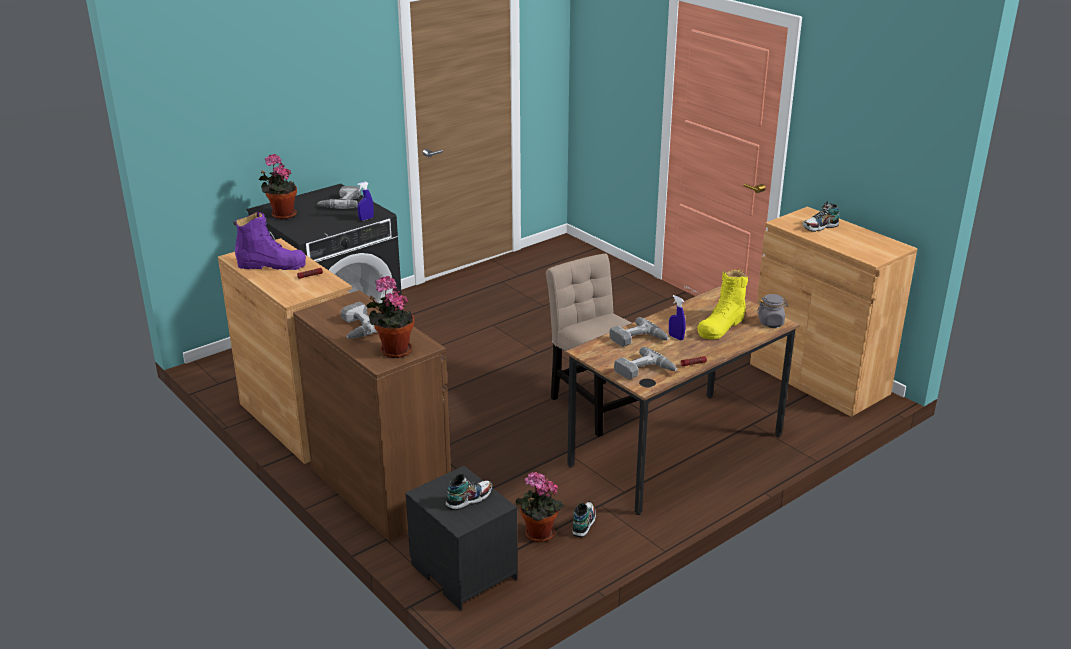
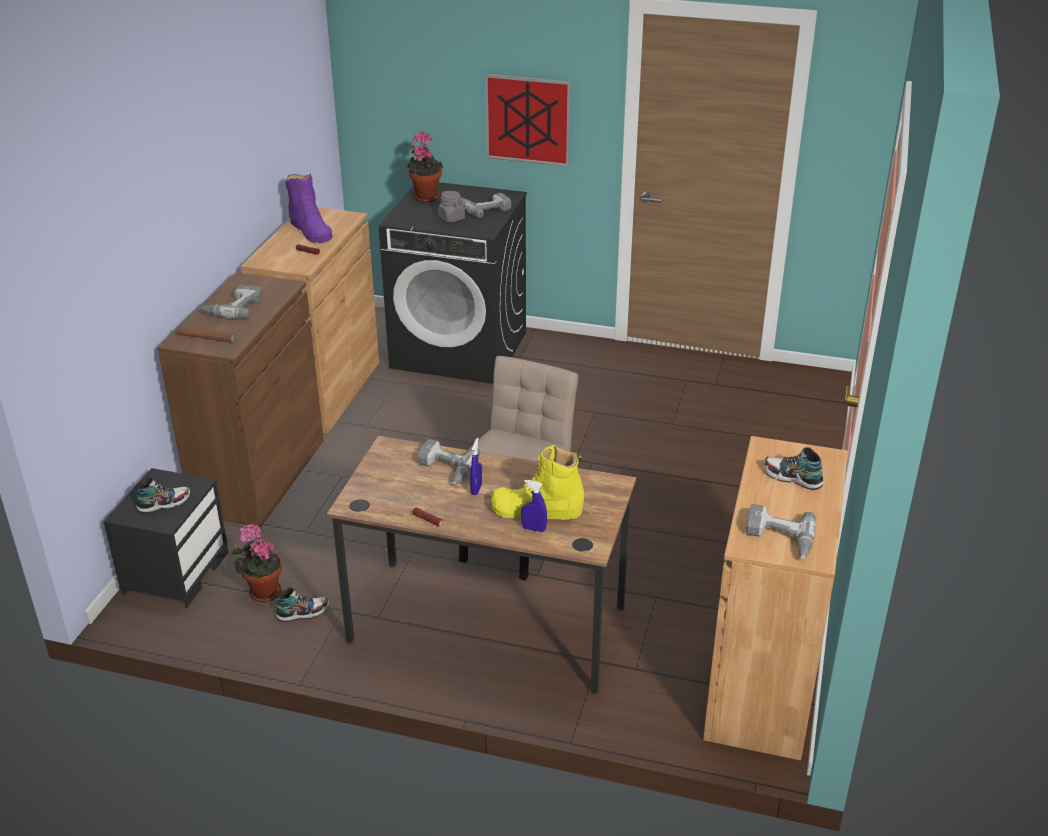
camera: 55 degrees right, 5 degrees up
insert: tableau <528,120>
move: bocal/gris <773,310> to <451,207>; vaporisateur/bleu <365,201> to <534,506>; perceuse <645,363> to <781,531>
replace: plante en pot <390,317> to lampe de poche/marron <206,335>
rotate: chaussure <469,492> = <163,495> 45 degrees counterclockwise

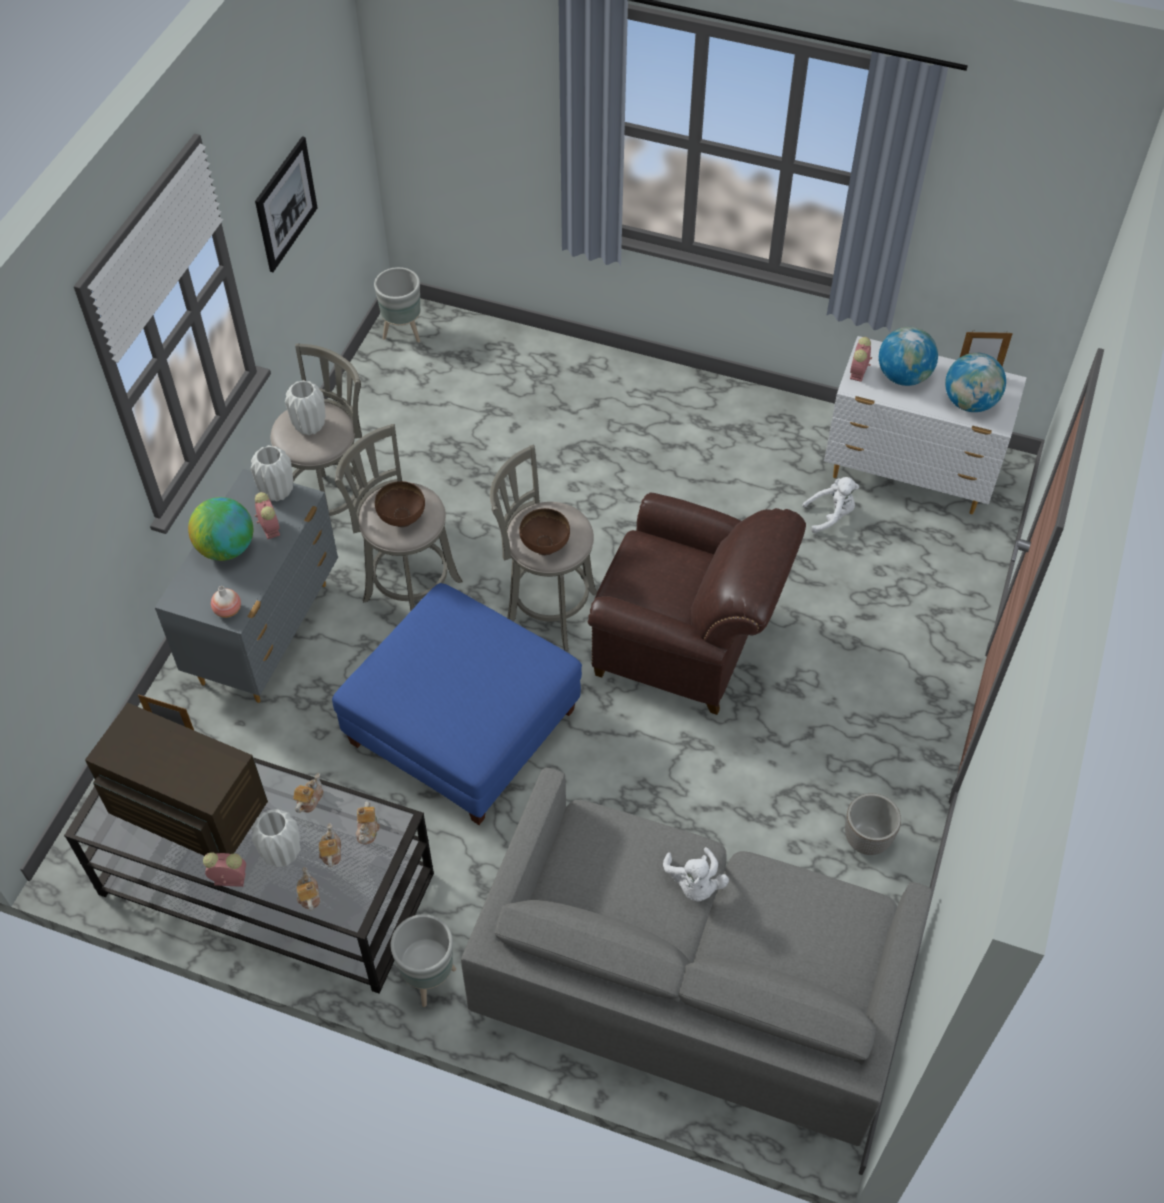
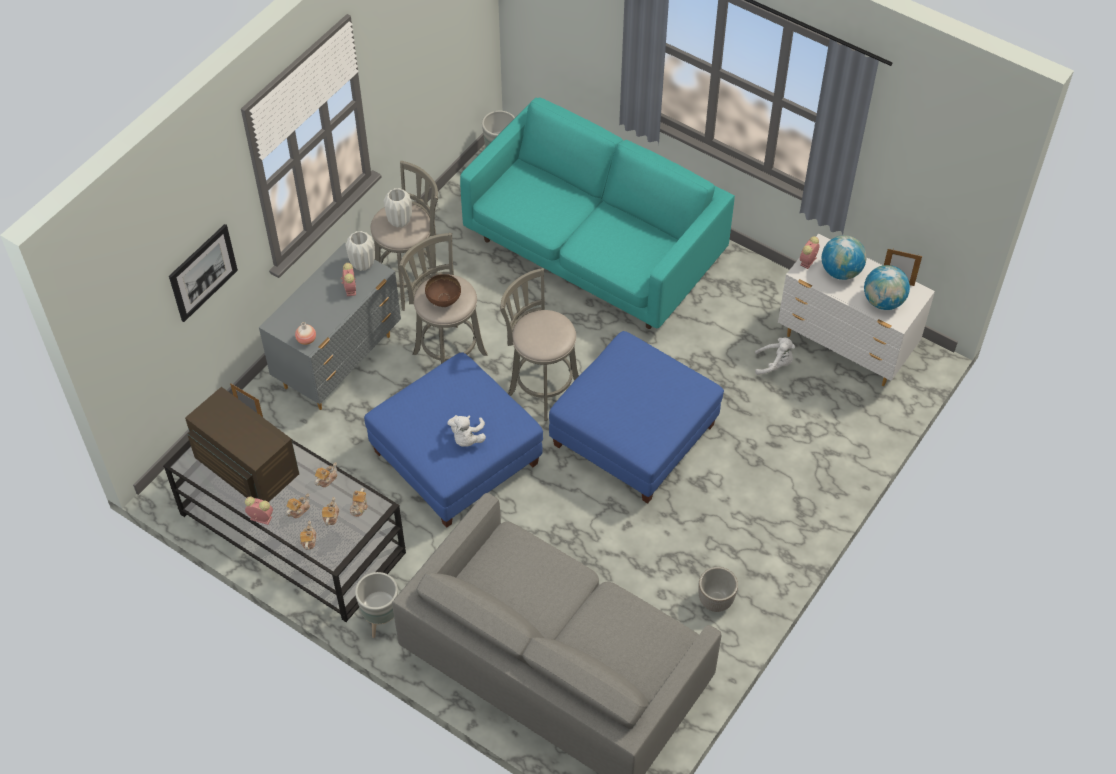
camera: 15 degrees right, 0 degrees up
delete: globe <220,529>; bol/marron <544,531>
insert: canapé/turquoise <597,213>
move: tableau <286,204> to <203,273>; peluche/blanc <696,874> to <467,431>
replace: vase/blanc <276,838> to théière <298,506>; fauteuil/marron <697,604> to pouf/bleu <636,417>

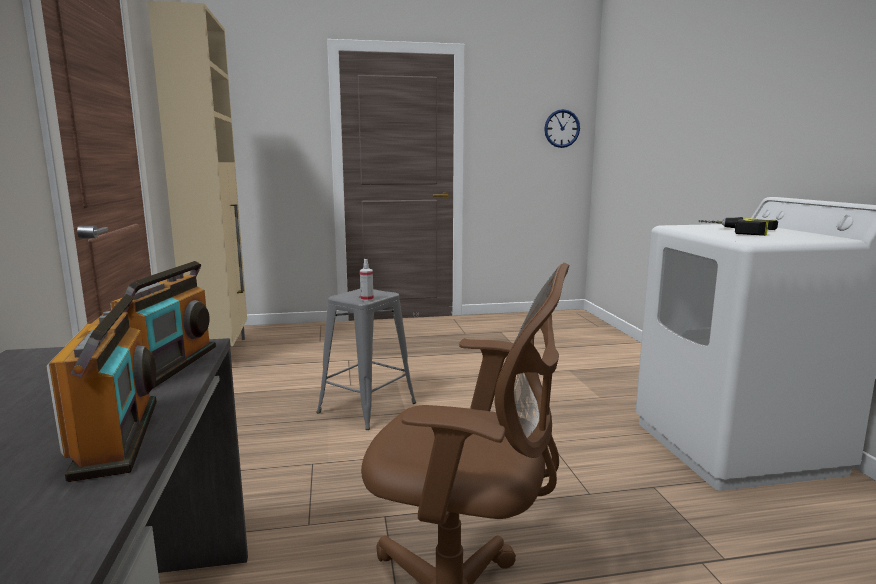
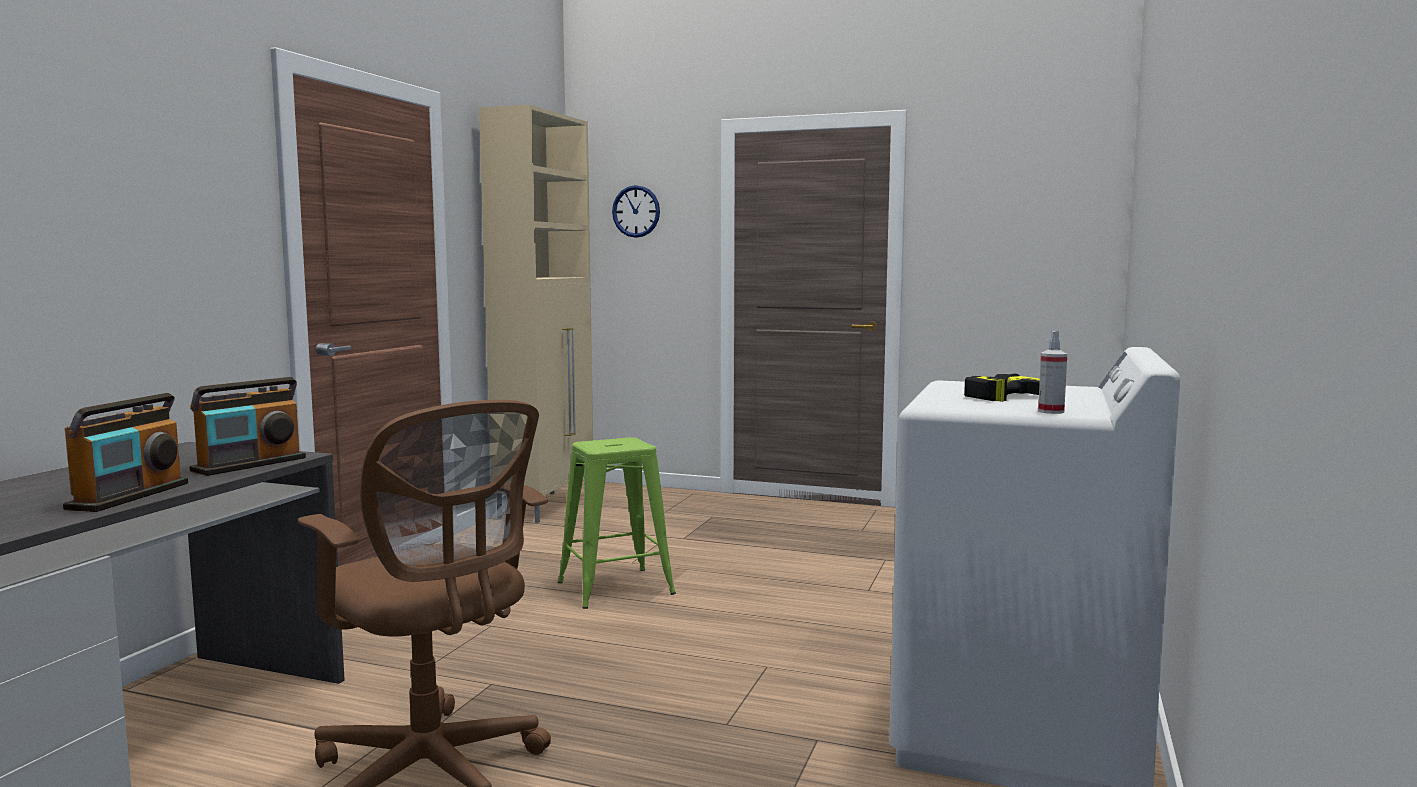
camera: 30 degrees right, 5 degrees down
move: horloge murale <562,128> to <636,211>; vaporisateur <367,280> to <1052,372>
recolor: tabouret/gris <366,359> to tabouret/vert <617,523>

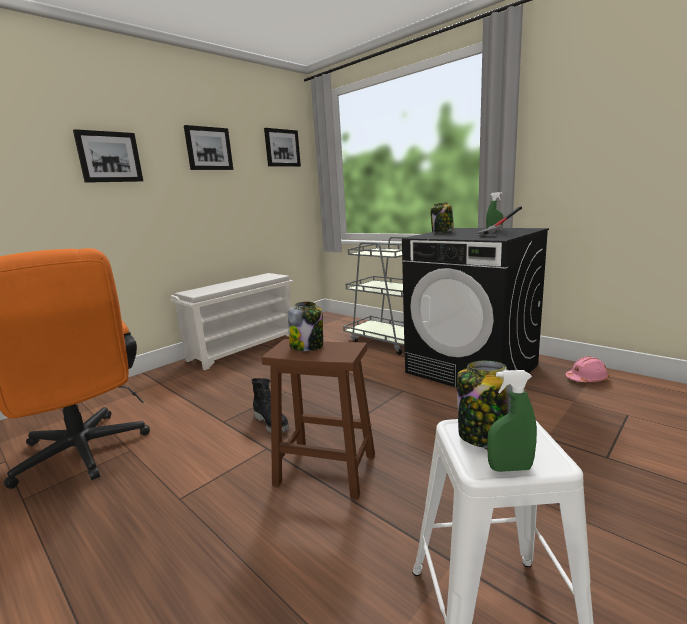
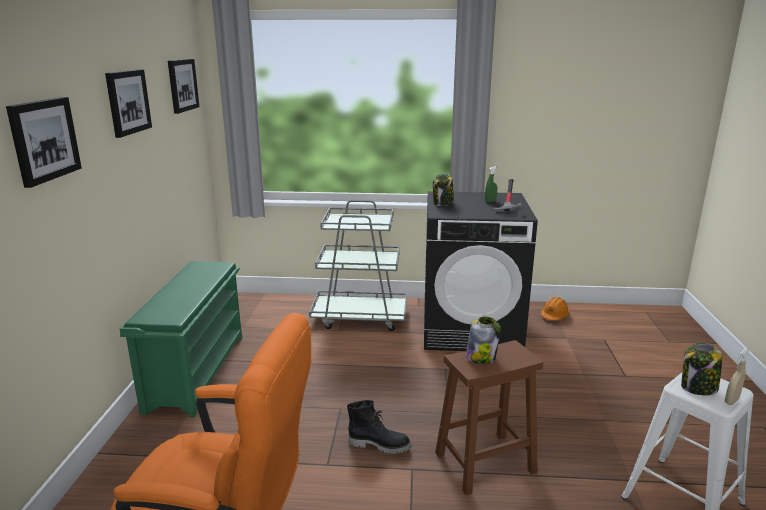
camera: 40 degrees left, 5 degrees up
recolor: étagère à chaussures/blanc <231,321> to étagère à chaussures/vert <181,339>; casque de chantier/rose <587,369> to casque de chantier/orange <555,309>; vaporisateur/vert <512,421> to vaporisateur/beige <737,376>

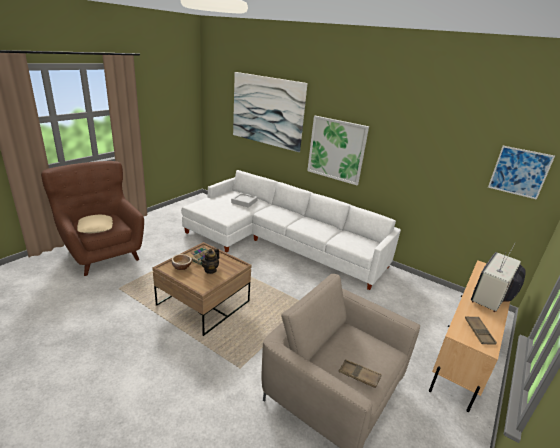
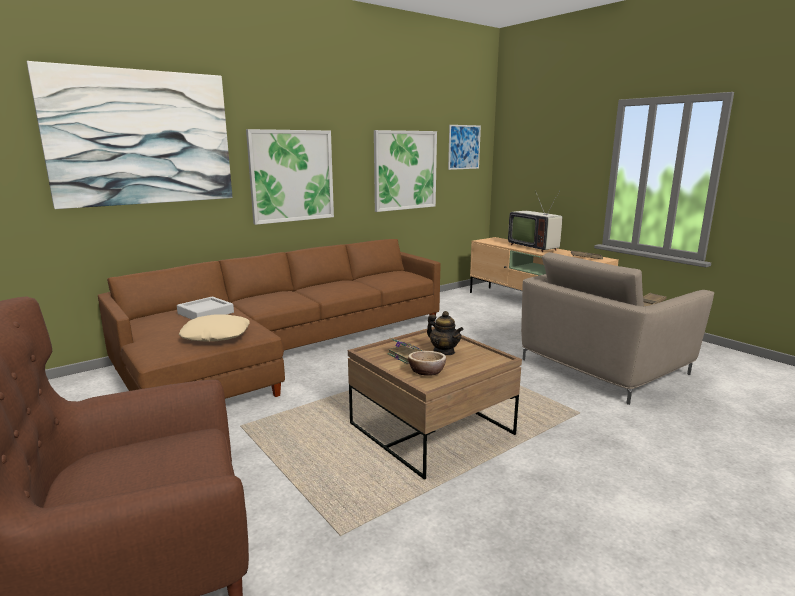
camera: 70 degrees left, 10 degrees down
insert: tableau <405,171>
move: coussin/beige <95,224> to <214,328>
recolor: canapé/blanc <291,230> to canapé/marron <269,319>

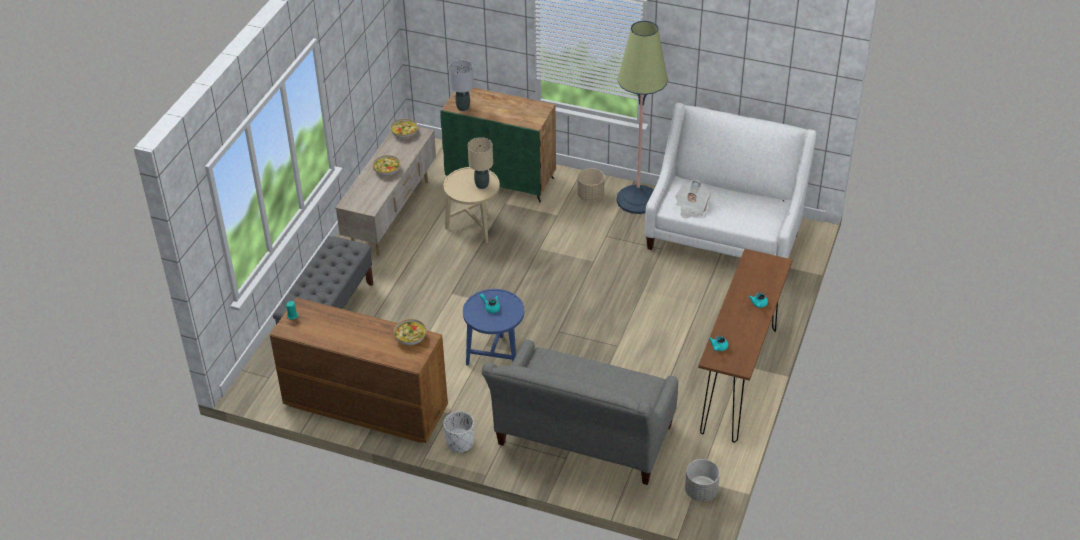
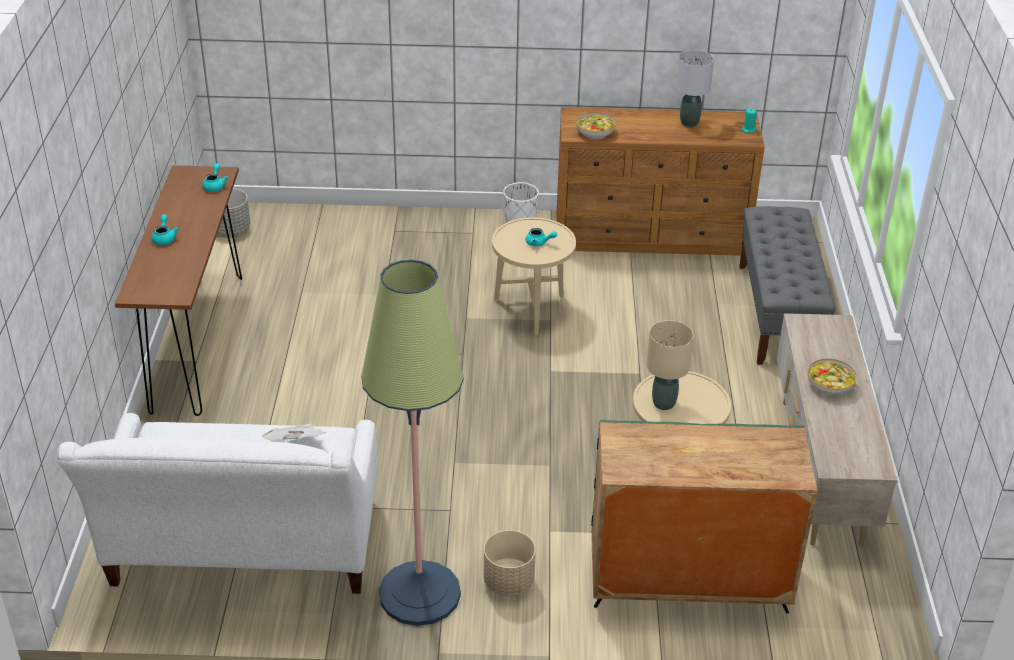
camera: 160 degrees right, 5 degrees down
delete: bol <404,129>; canapé/gris <580,412>
move: lampe de table/gris <461,85> to <695,88>
recolor: table d'appoint/bleu <493,327> to table d'appoint/beige <534,276>

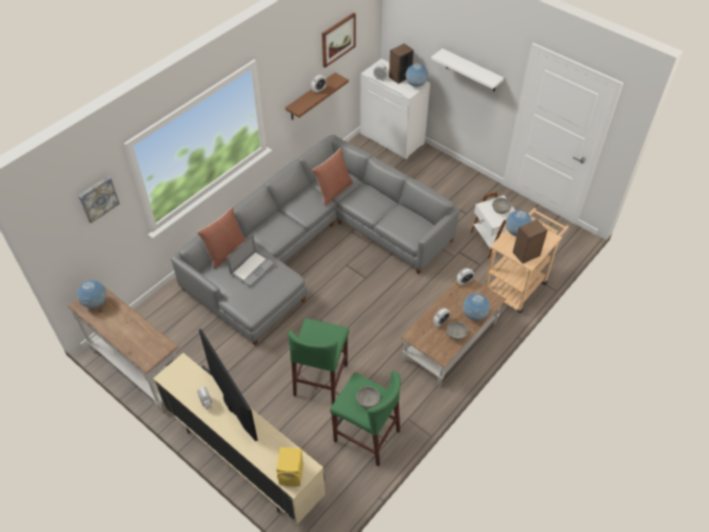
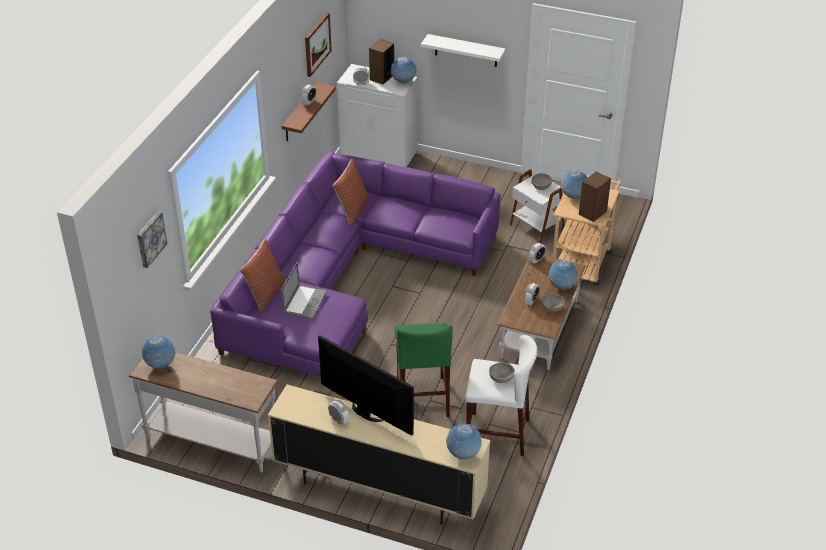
camera: 20 degrees left, 10 degrees down
replace: enceinte/jaune <289,467> to globe <464,442>
recolor: canapé/gris <315,240> to canapé/violet <355,264>; tabouret/vert <365,418> to tabouret/blanc <501,395>

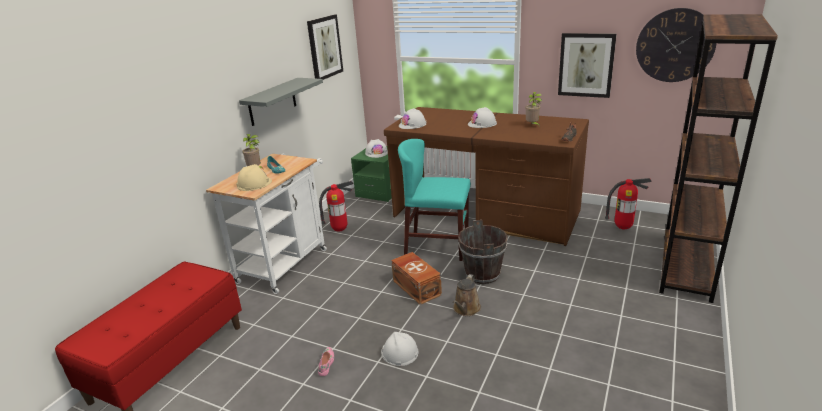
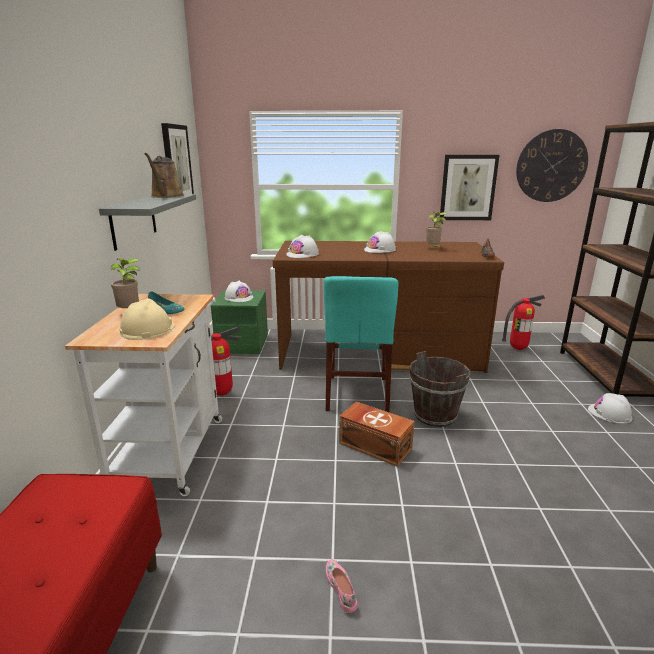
camera: 25 degrees left, 5 degrees down
move: arrosoir/marron <467,295> to <164,175>; casque de chantier/blanc <399,349> to <610,408>
rotate: chaise/turquoise <434,200> = <361,344> 75 degrees counterclockwise

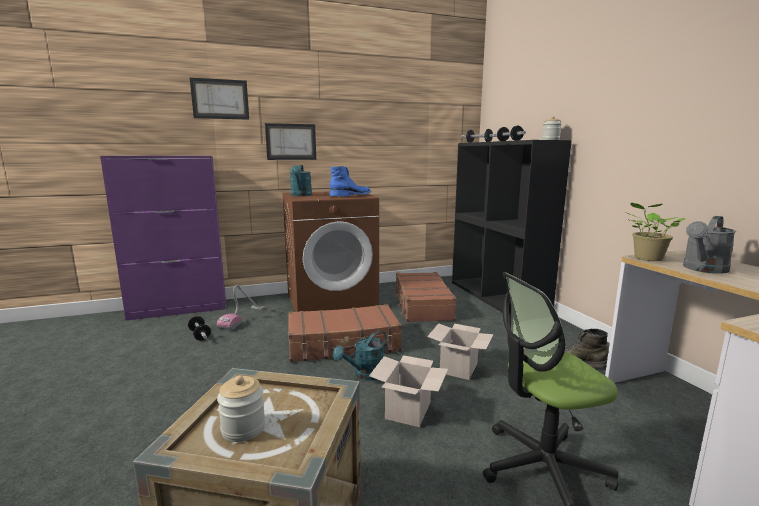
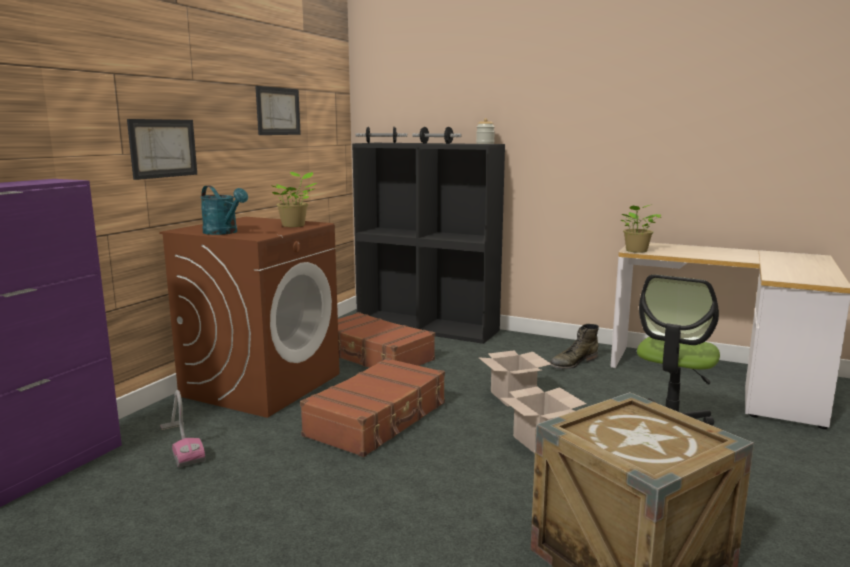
camera: 45 degrees left, 0 degrees up
delete: haltère <199,328>; bocal <241,409>; arrosoir/turquoise <360,355>; arrosoir/gris <709,245>
move: tableau <219,99> to <278,110>
replace: botte/bleu <350,181> to plante en pot <293,199>

